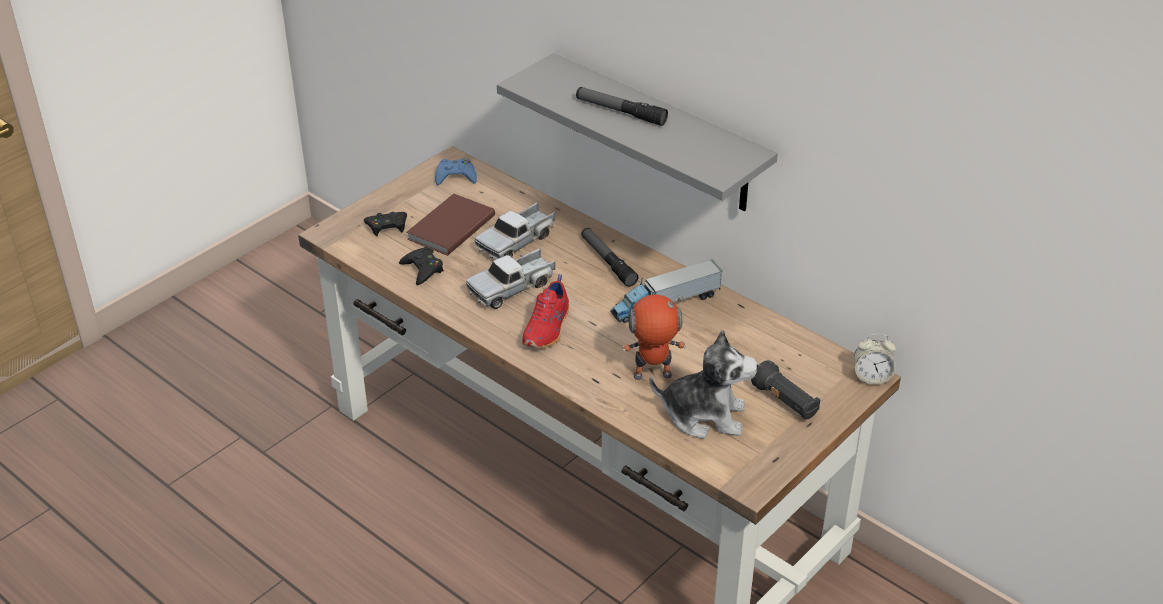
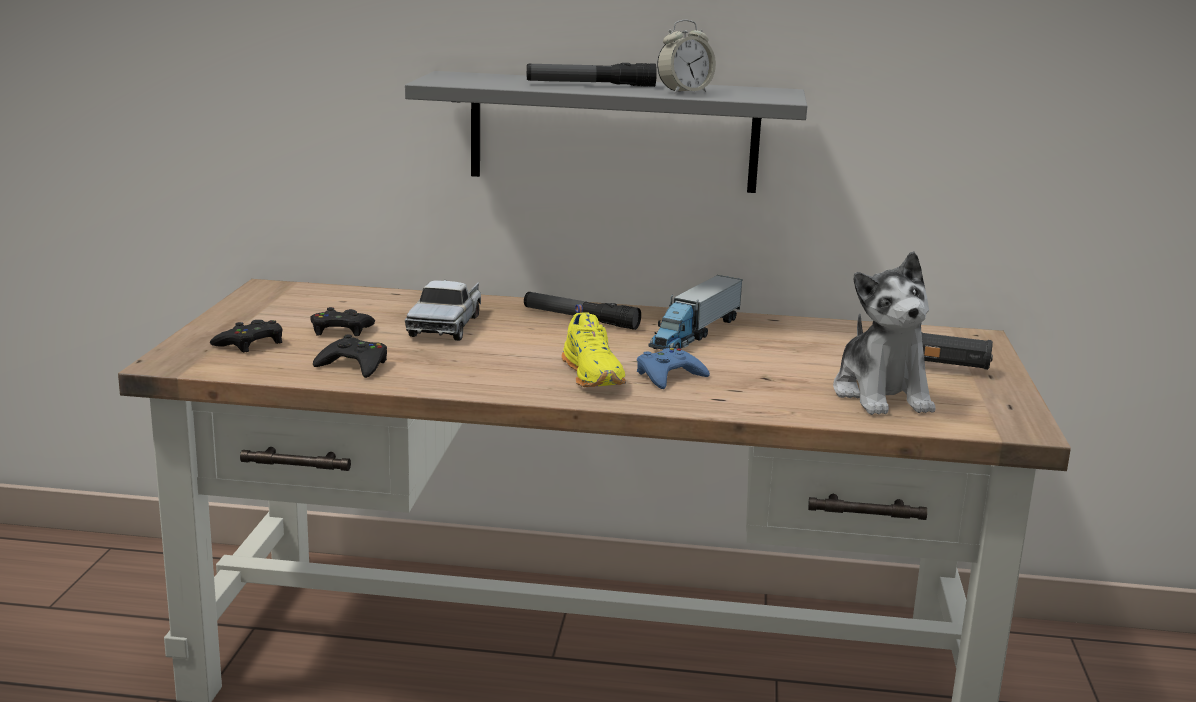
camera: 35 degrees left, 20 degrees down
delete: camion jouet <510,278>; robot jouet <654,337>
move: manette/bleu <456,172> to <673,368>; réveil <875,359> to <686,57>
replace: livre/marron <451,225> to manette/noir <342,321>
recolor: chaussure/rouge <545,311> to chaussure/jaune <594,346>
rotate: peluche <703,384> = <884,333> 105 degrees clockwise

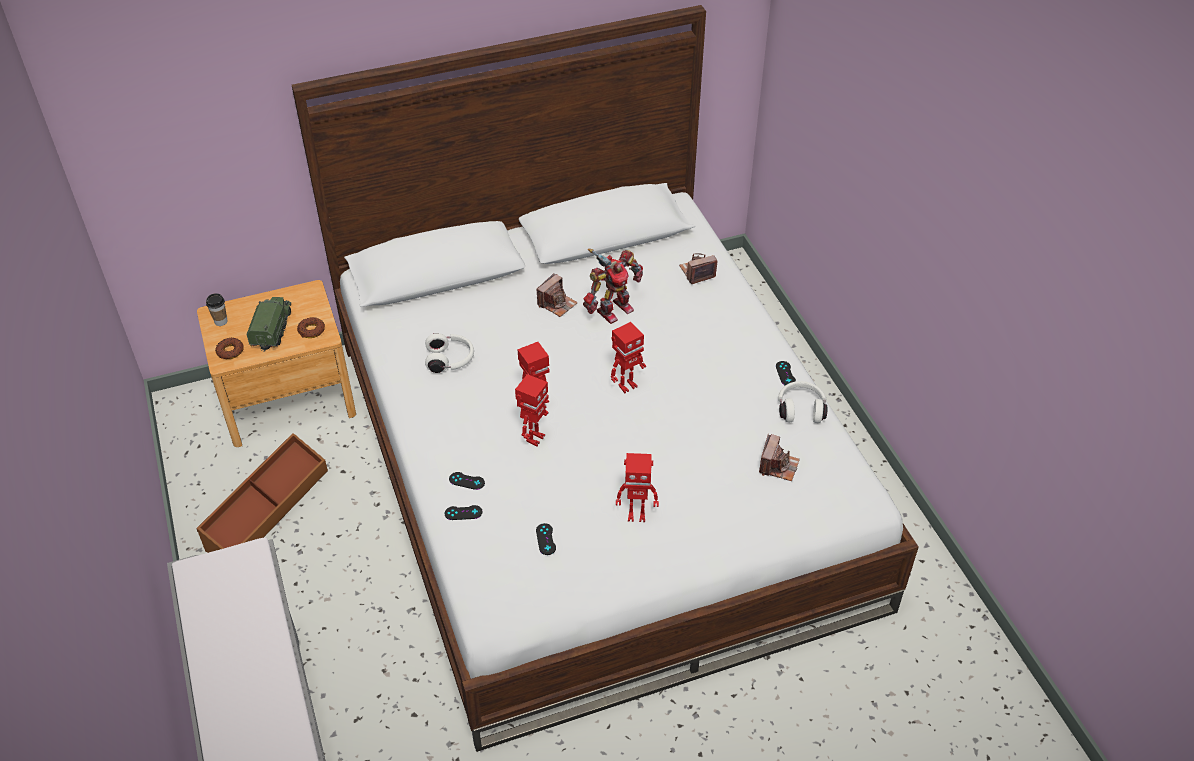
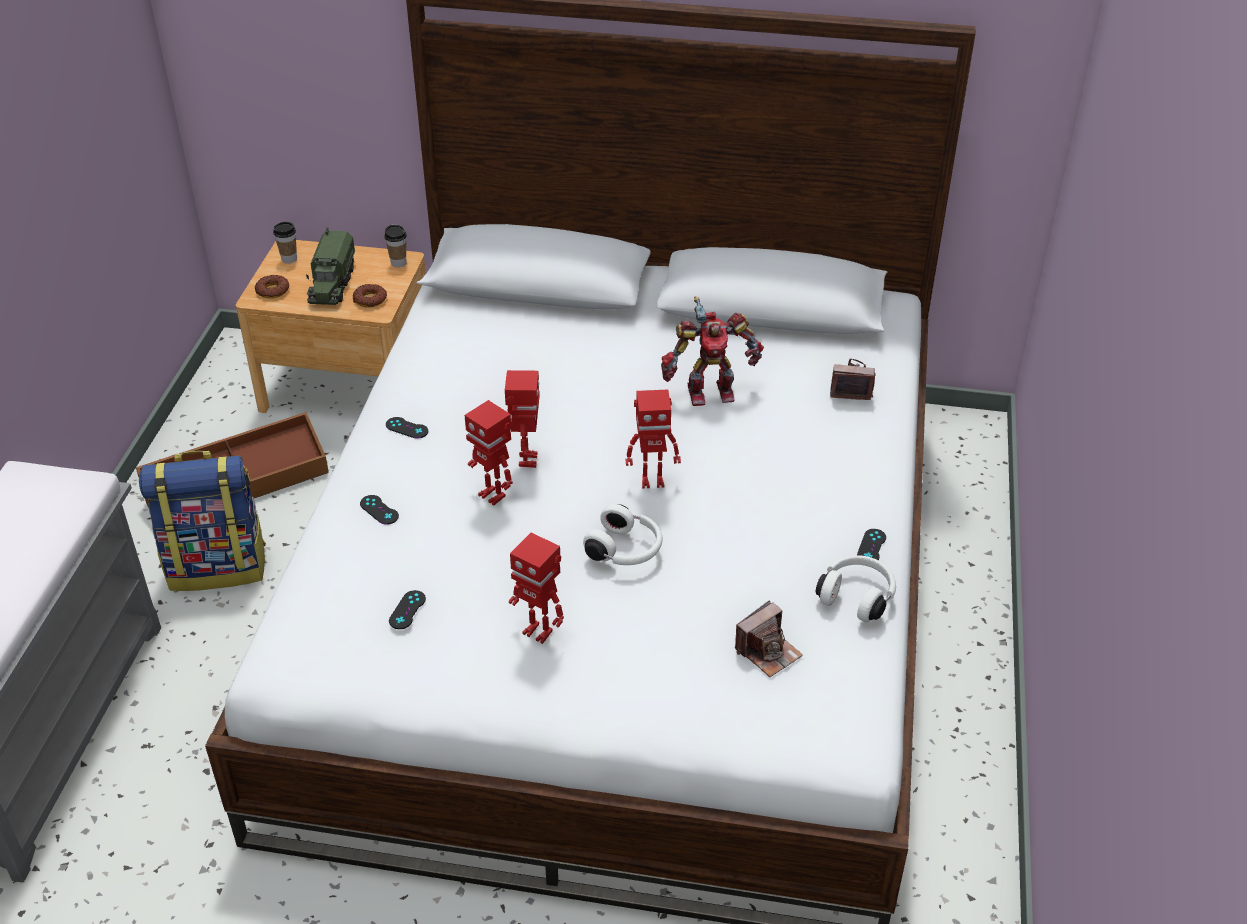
camera: 30 degrees right, 5 degrees down
delete: appareil photo <557,295>
insert: sac à dos <202,521>; tasse <395,246>
move: manette/noir <463,512> to <407,428>; casque audio/blanc <449,353> to <622,534>
rotate: camion jouet <268,324> = <330,266> 150 degrees clockwise; robot jouet <531,410> = <489,453> 75 degrees clockwise

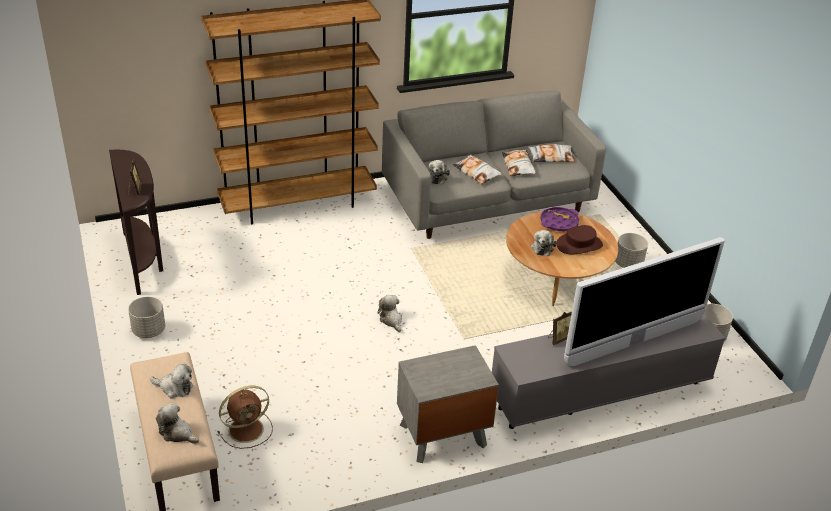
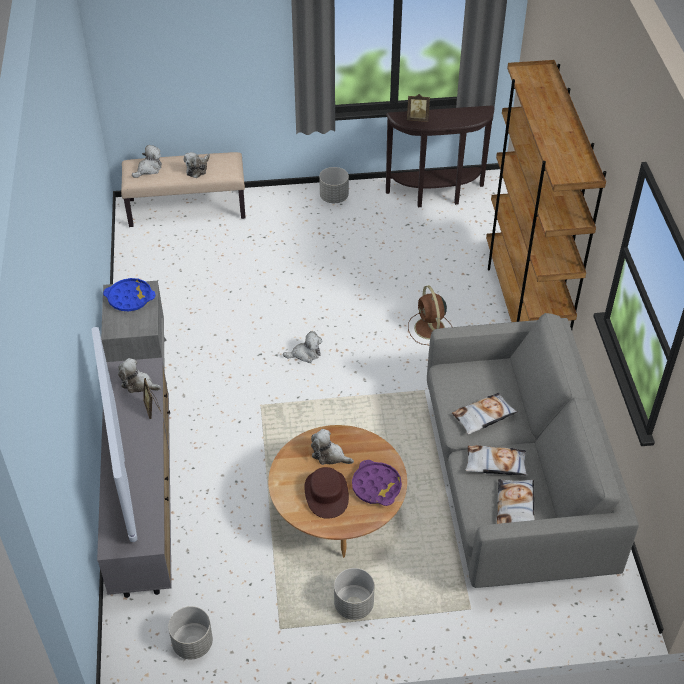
camera: 105 degrees right, 10 degrees up
insert: plateau/bleu <129,294>
move: peluche <439,172> to <139,375>; ventilateur/marron <245,417> to <430,315>

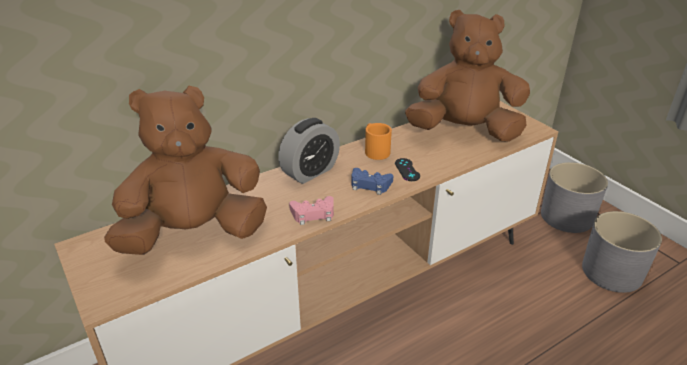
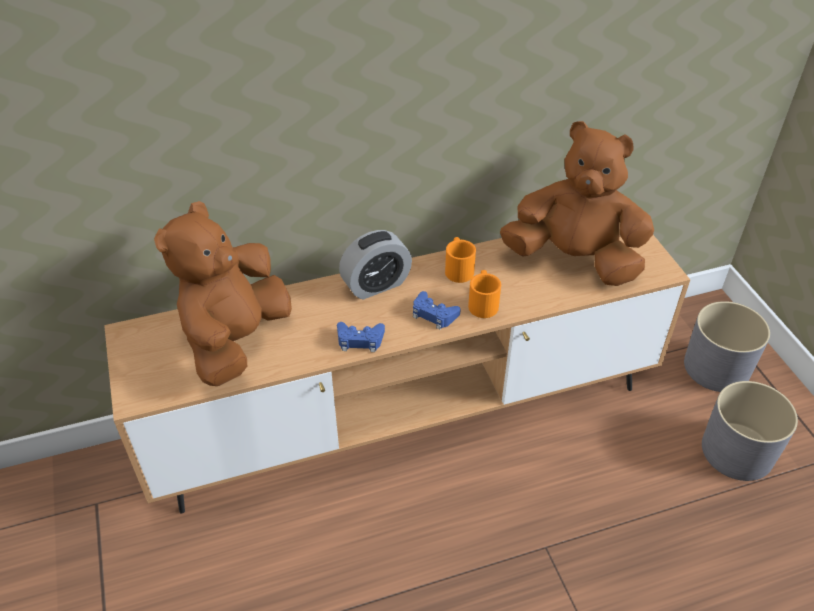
camera: 15 degrees right, 10 degrees up
replace: manette/noir <407,169> to mug/orange <484,294>
recolor: manette/rose <311,210> to manette/bleu <361,337>
rotate: peluche/marron <185,170> = <223,293> 60 degrees counterclockwise

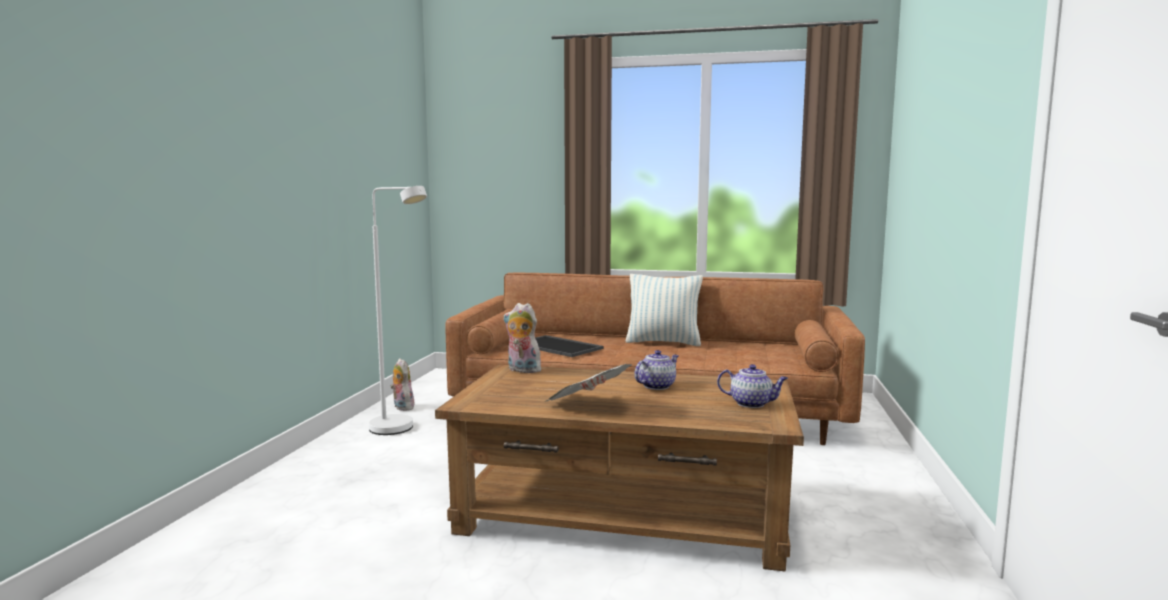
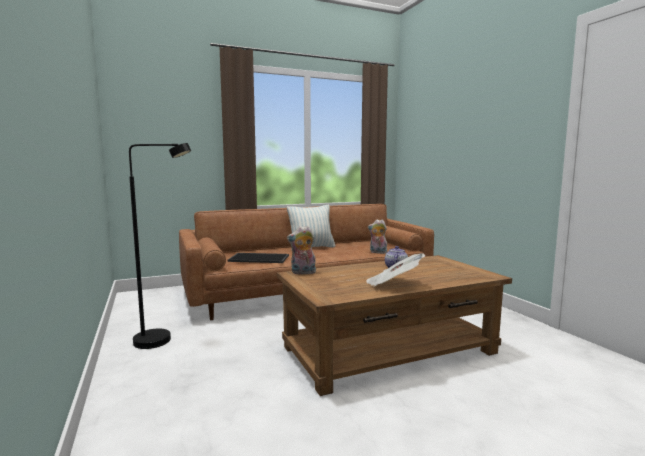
camera: 35 degrees left, 0 degrees up
delete: théière <752,386>
move: peluche <402,384> to <377,237>
recolor: lampadaire/blanc <398,310> to lampadaire/noir <160,246>

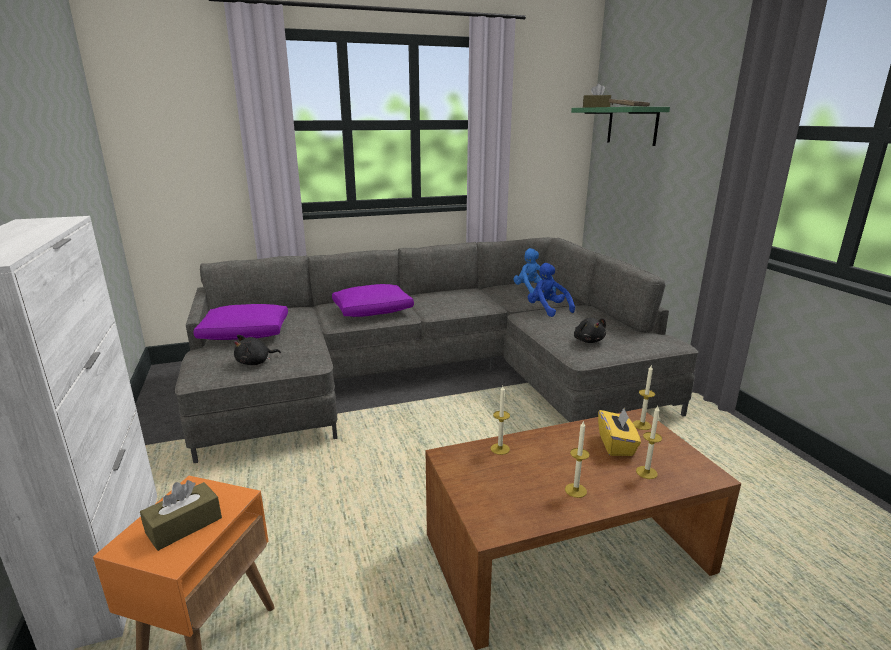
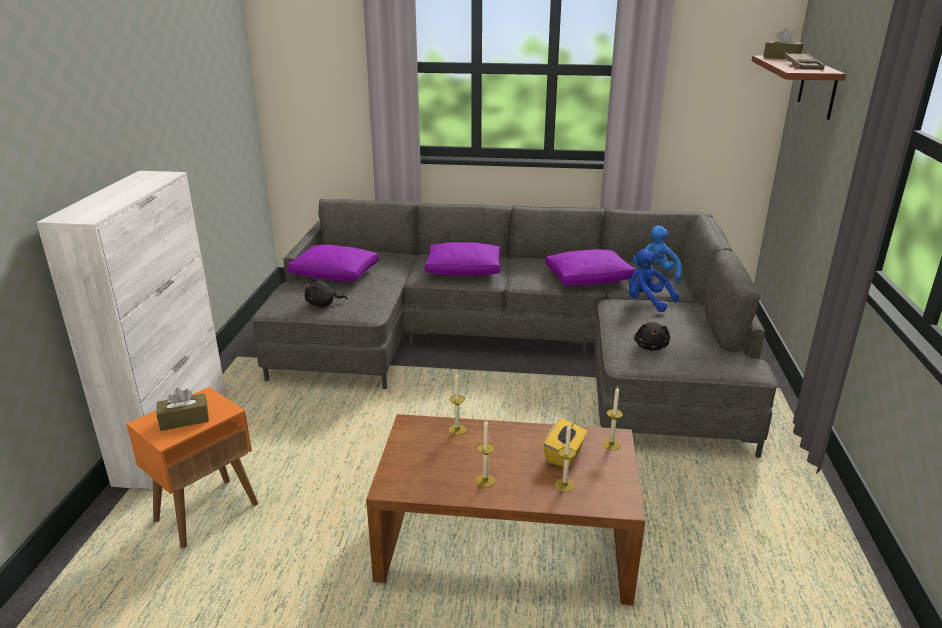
camera: 25 degrees right, 5 degrees up
insert: coussin/violet <590,267>
recolor: étagère/vert <620,126> to étagère/marron <799,87>
rotate: peluche/bleu <551,290> = <653,280> 45 degrees counterclockwise

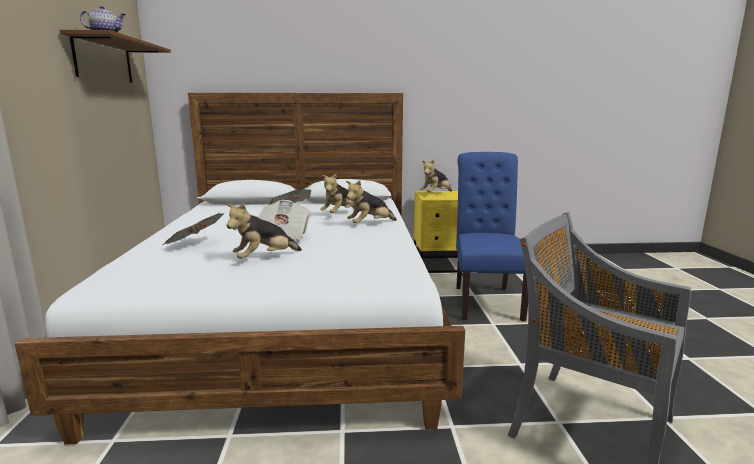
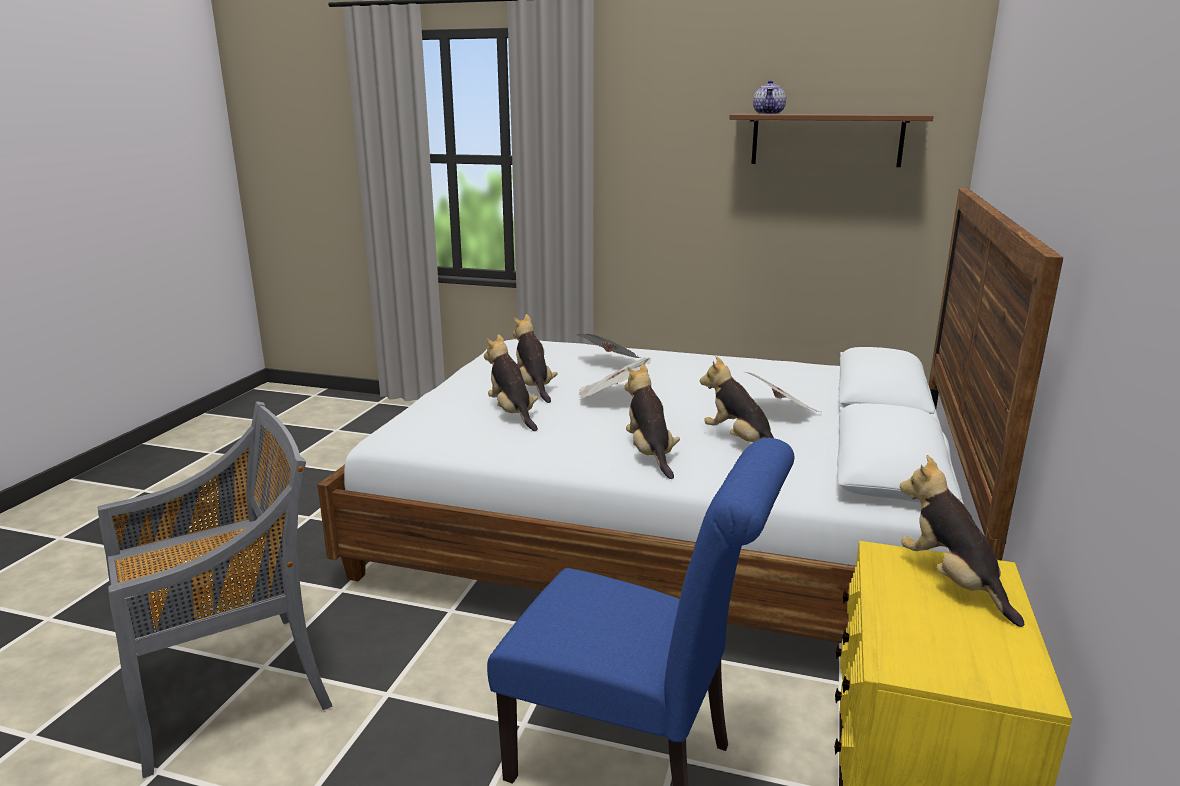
camera: 110 degrees right, 5 degrees up
insert: peluche <511,382>

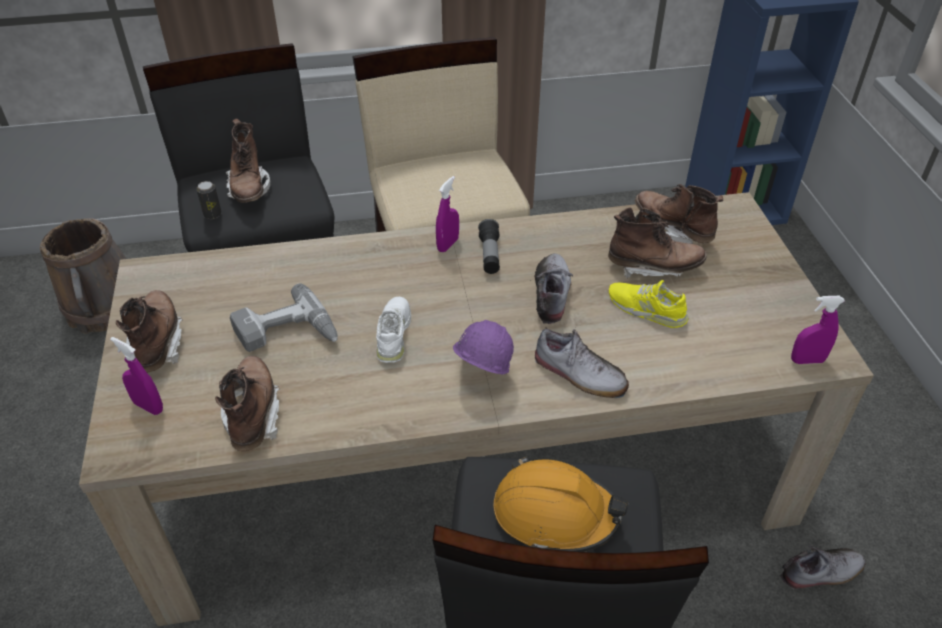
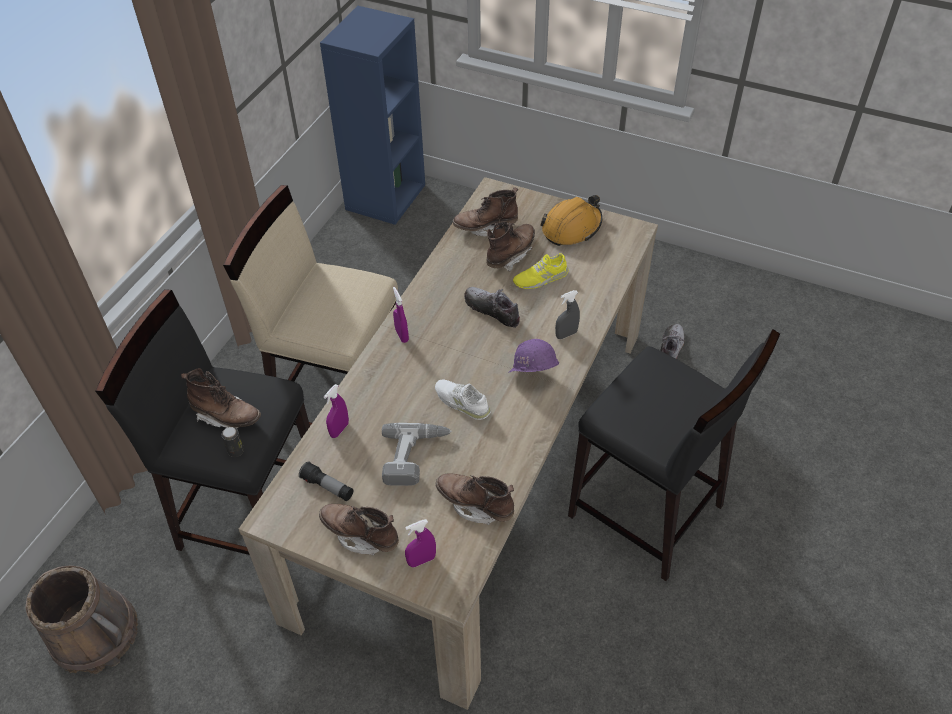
camera: 55 degrees left, 5 degrees up
move: lampe de poche <489,246> to <326,481>; vaporisateur/violet <818,330> to <336,411>; casque de chantier/orange <560,504> to <571,220>
replace: chaussure <581,362> to vaporisateur/gris <567,314>

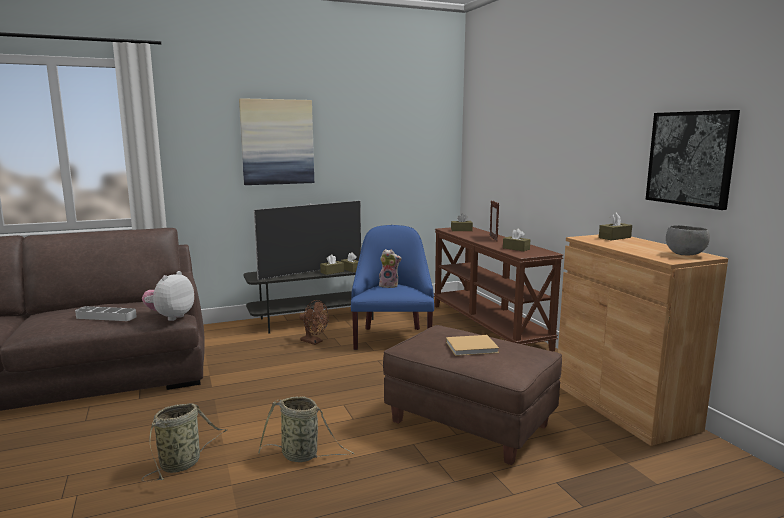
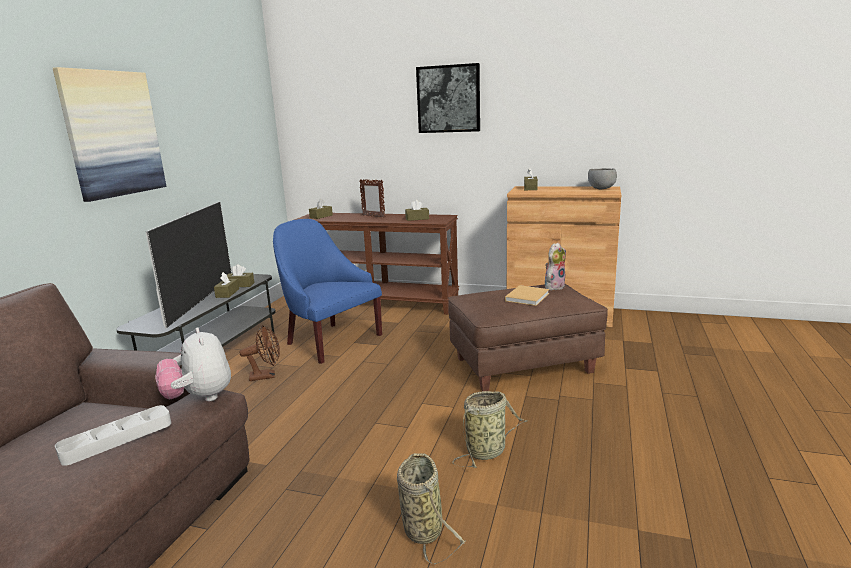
camera: 50 degrees left, 5 degrees up
move: tableau <692,160> to <448,98>; peluche <390,268> to <555,266>

